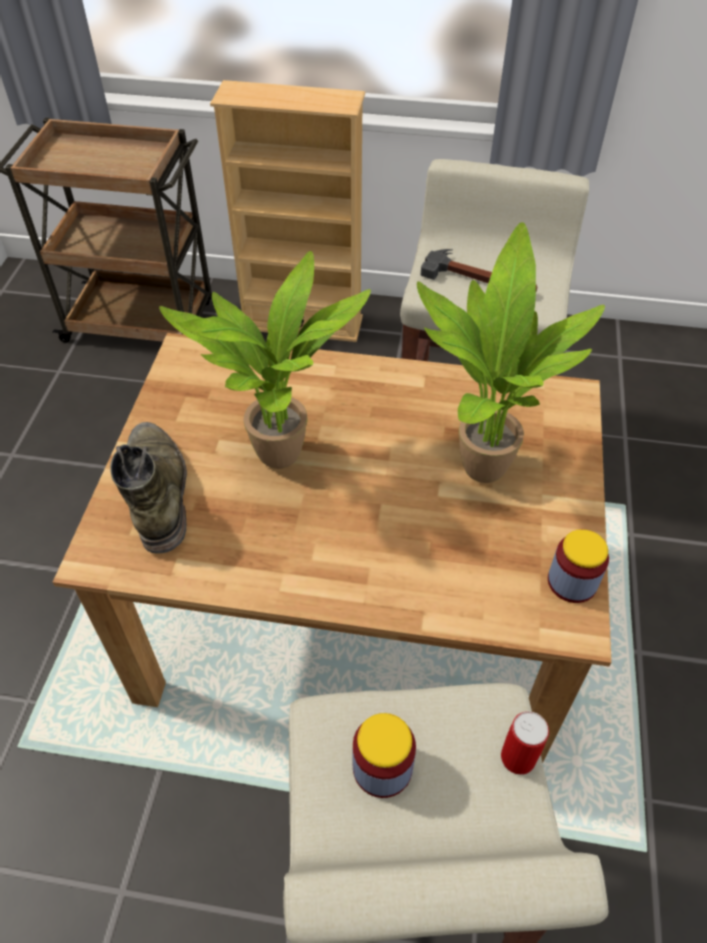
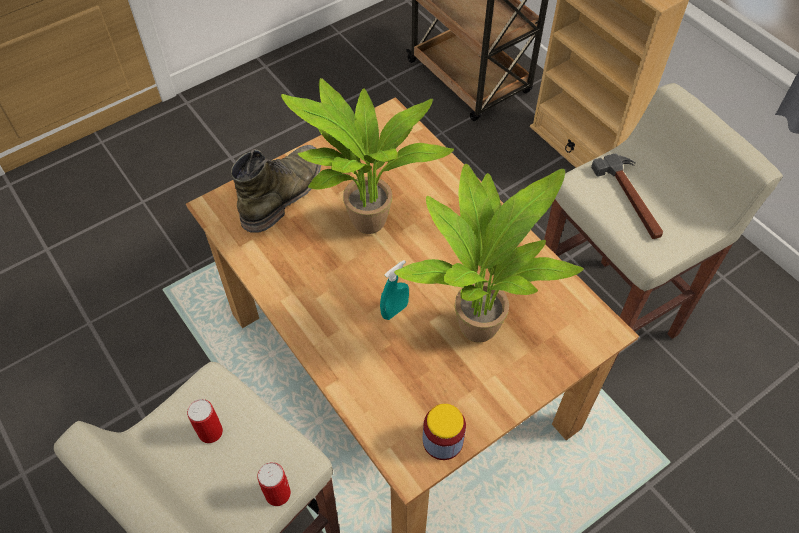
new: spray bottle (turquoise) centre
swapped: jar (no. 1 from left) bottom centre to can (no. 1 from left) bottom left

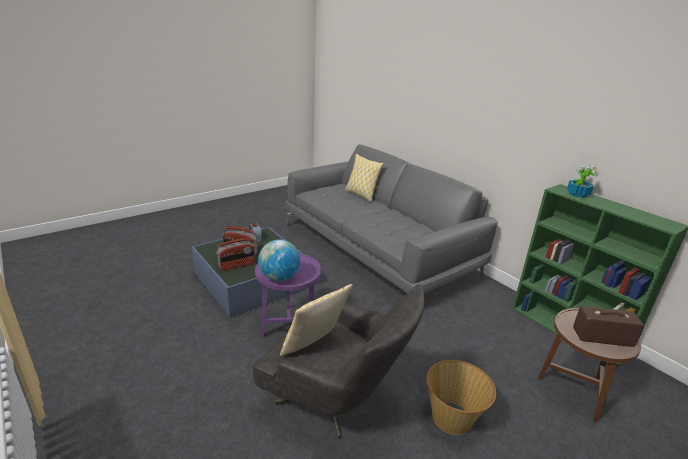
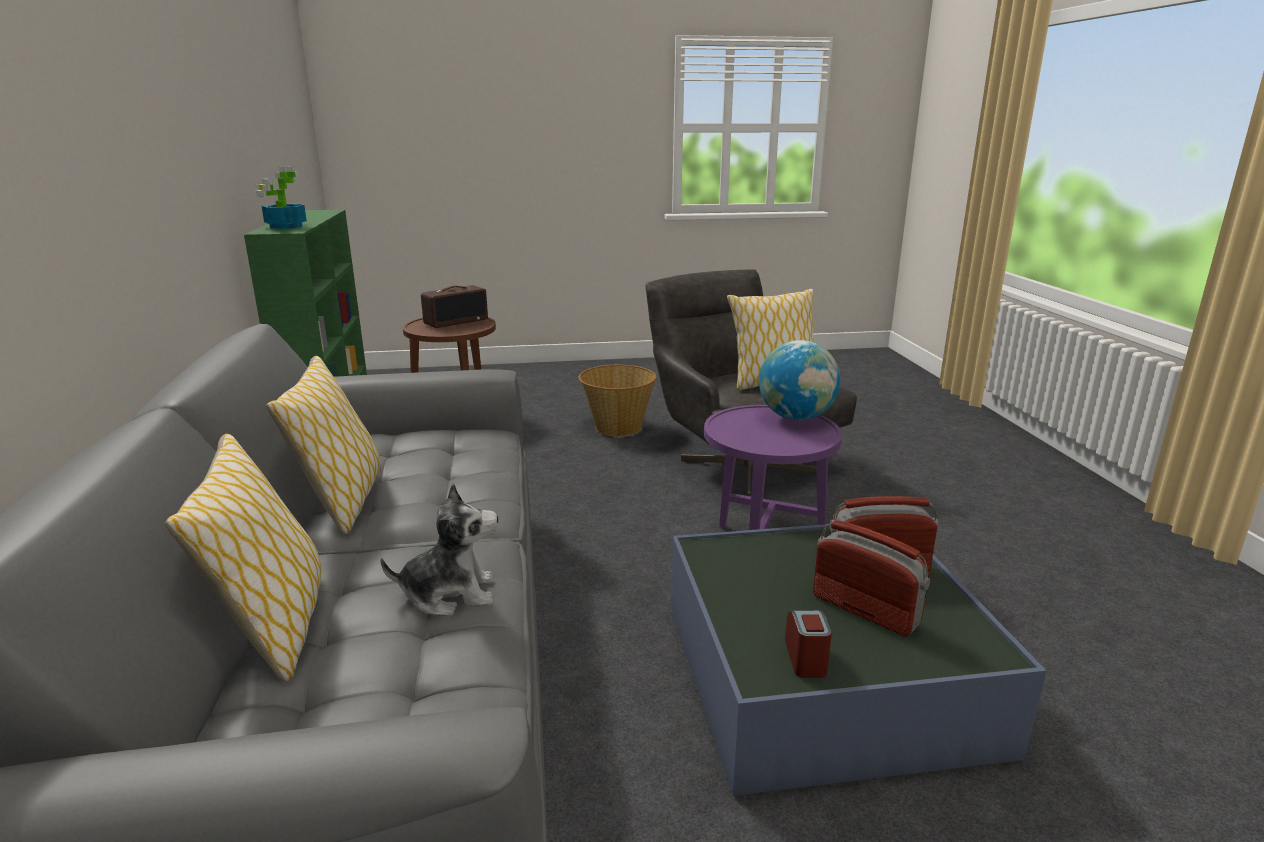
new: cushion (no. 2 from left) middle left; soft toy centre
rotated: radio receiver (no. 3 from left in the first image) bottom right = centre 75 degrees counterclockwise

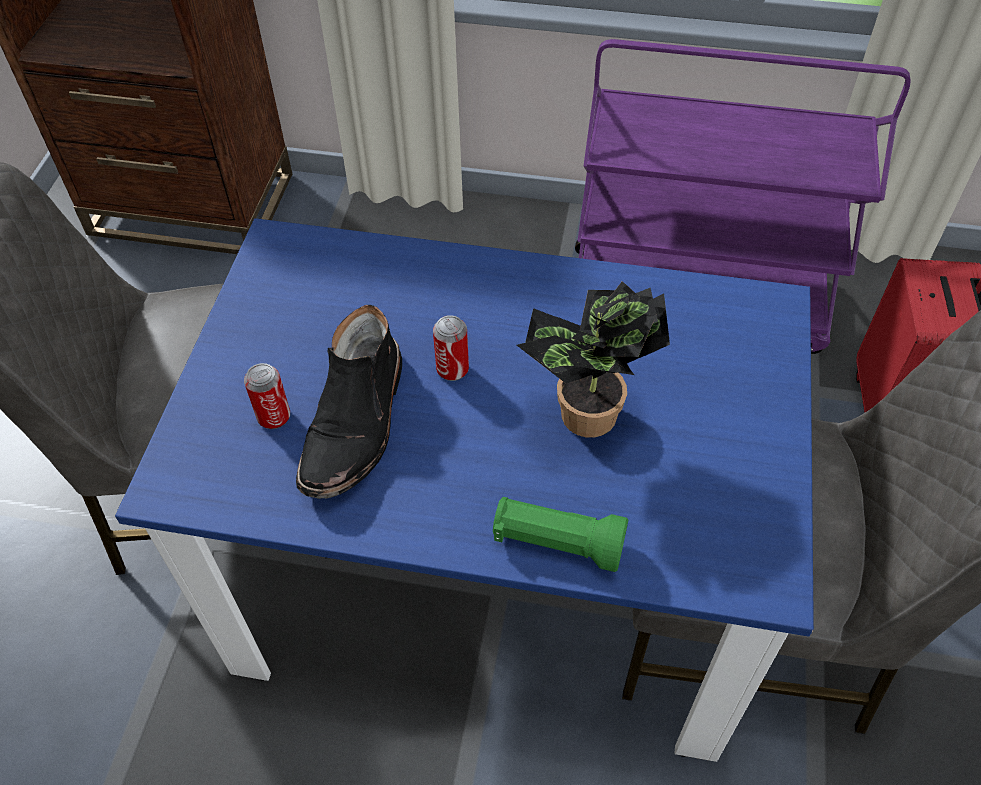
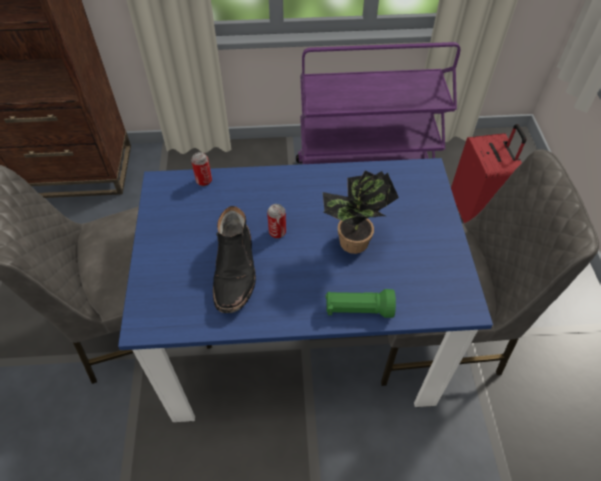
shifted: can (no. 1 from left) middle left to centre

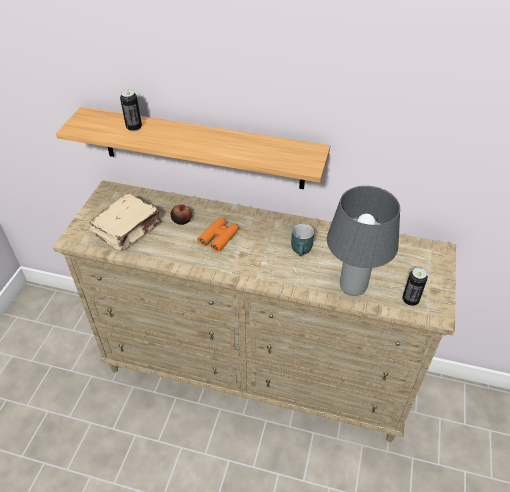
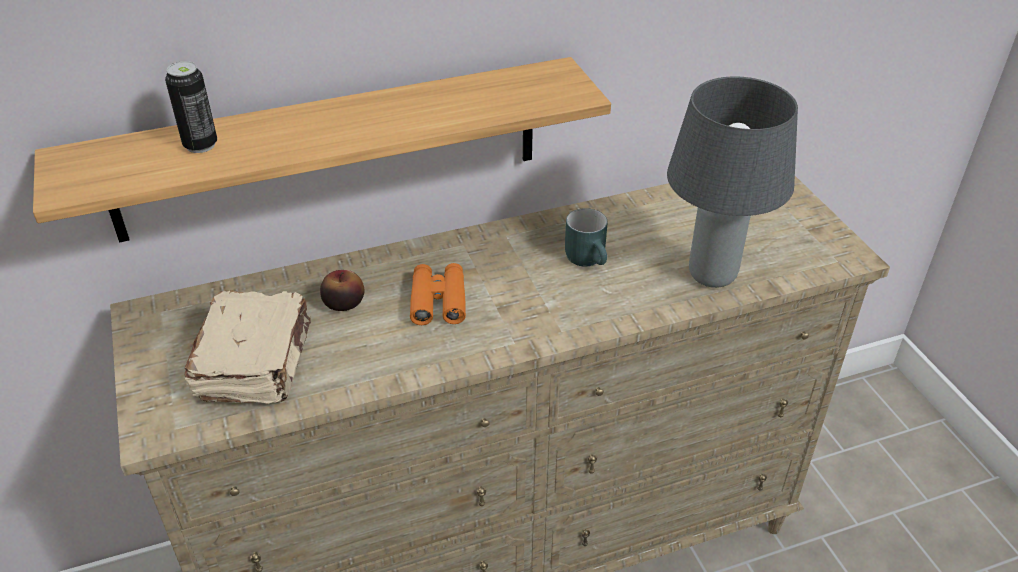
gone: can (no. 2 from left) middle right

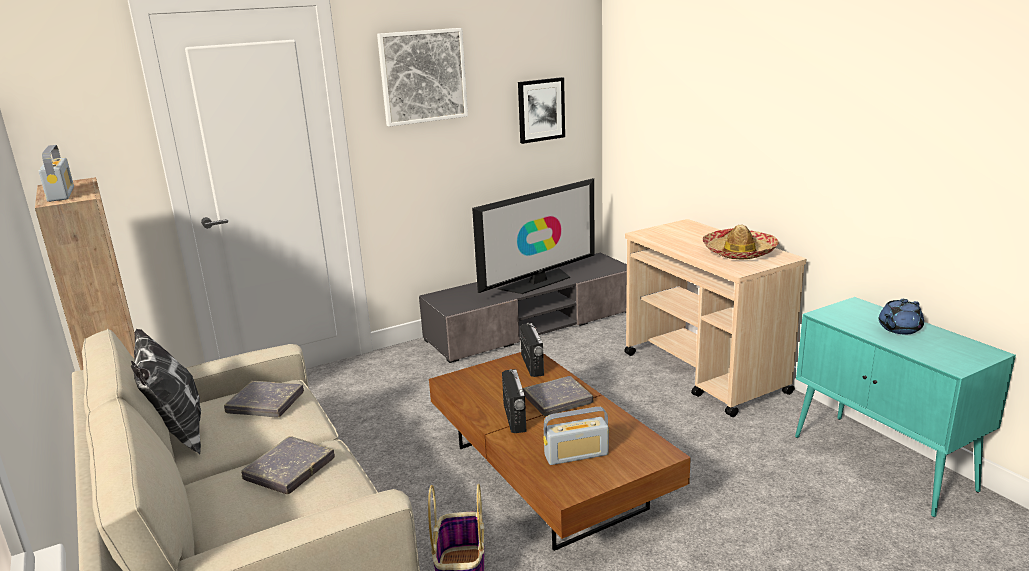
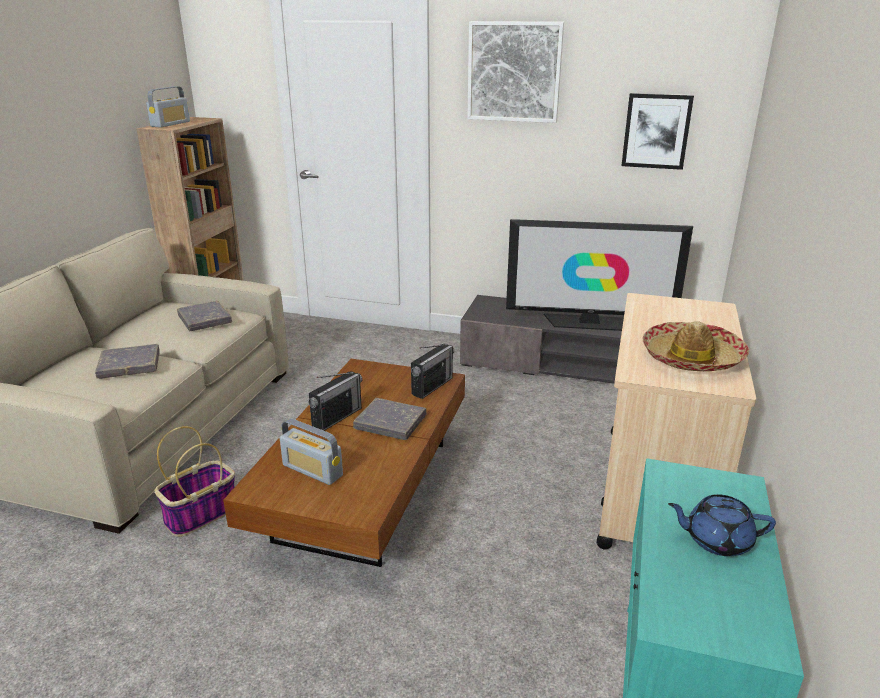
gone: cushion bottom left

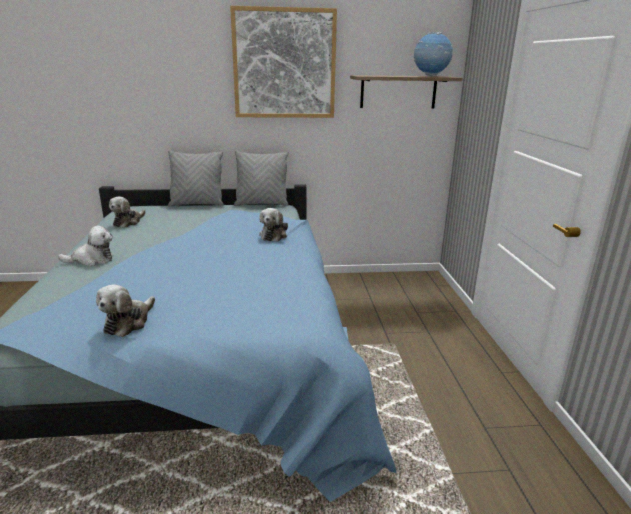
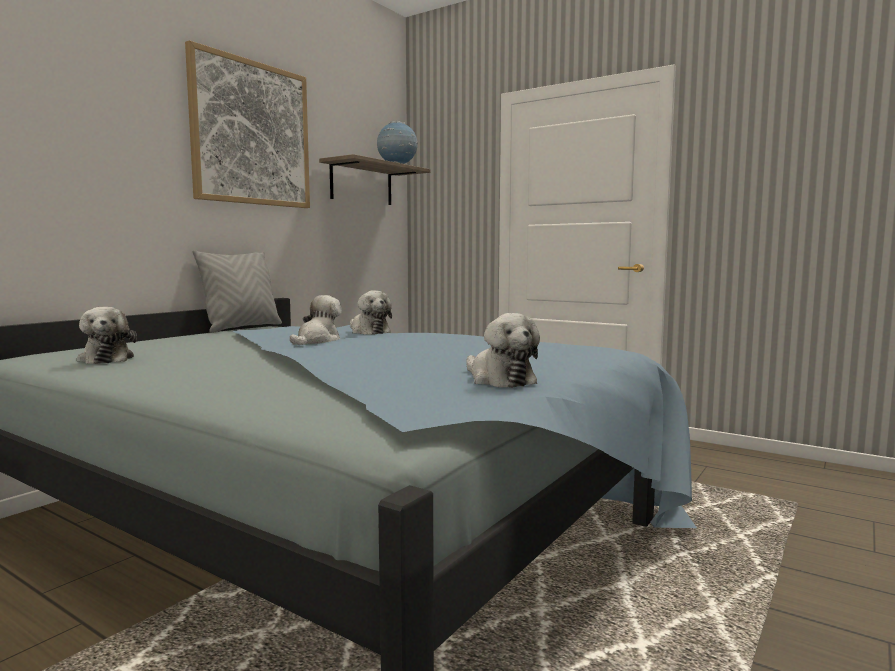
gone: cushion (greyish) (no. 1 from left) middle left
shifted: soft toy (no. 1 from left in the first image) middle left to soft toy (no. 2 from left) centre

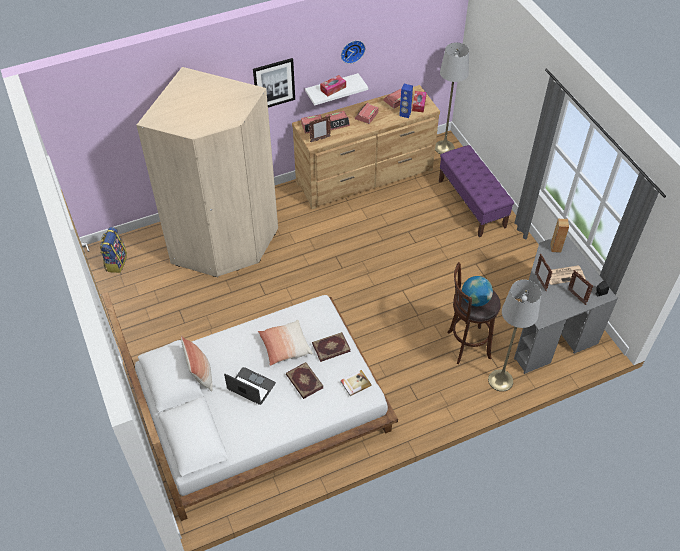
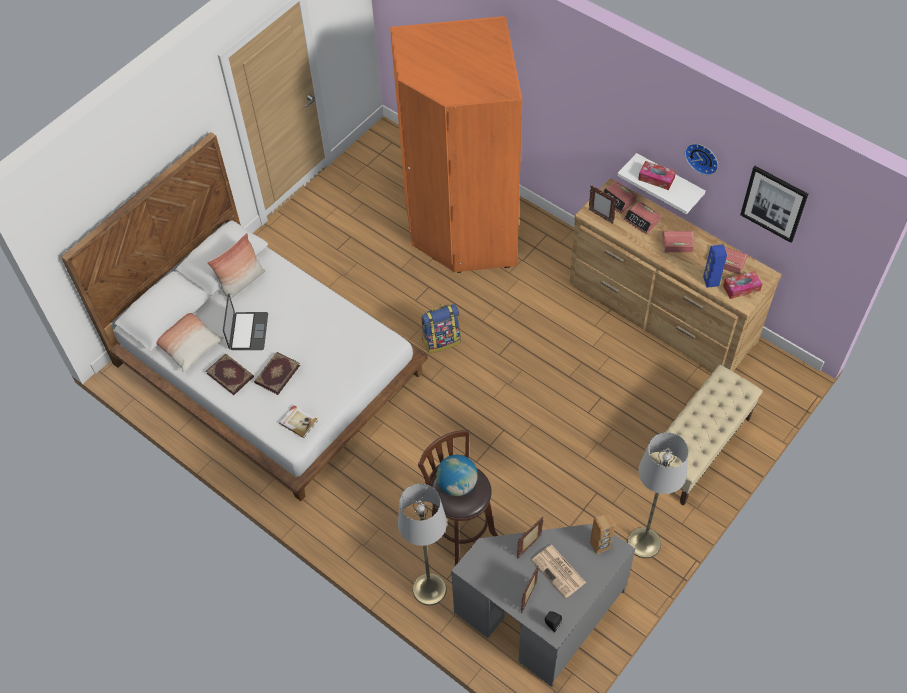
shifted: cushion (no. 2 from left in the first image) centre to cushion (no. 1 from left) middle left; volume (no. 2 from left in the first image) centre to volume (no. 1 from left) middle left; backpack middle left to centre; standing lamp (greyish) (no. 1 from left in the first image) top centre to standing lamp (greyish) (no. 2 from left) bottom right; picture top centre to top right
repainted: clothes cupboard (beige-coloured) top left to clothes cupboard (orange-coloured) top centre; indoor bench (purplish) middle right to indoor bench (beige-coloured) middle right

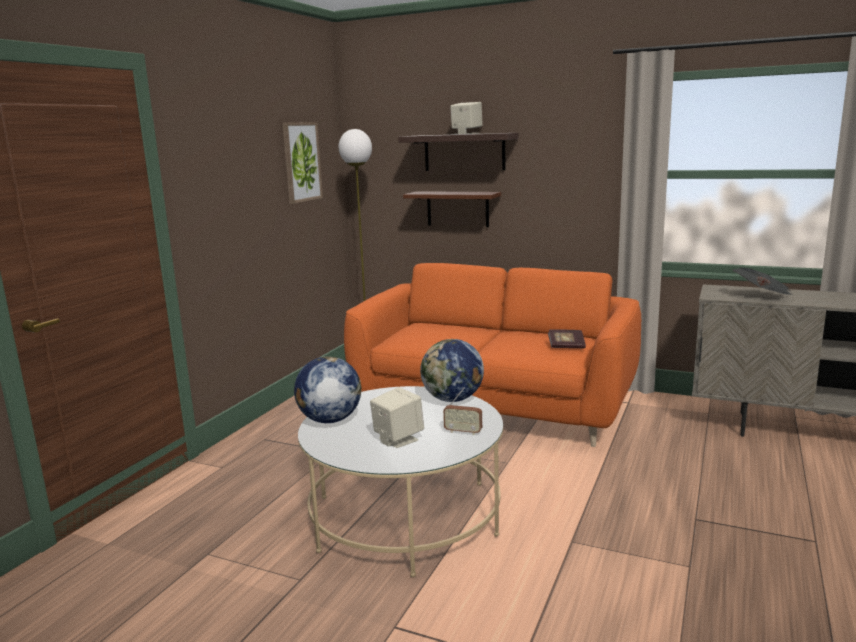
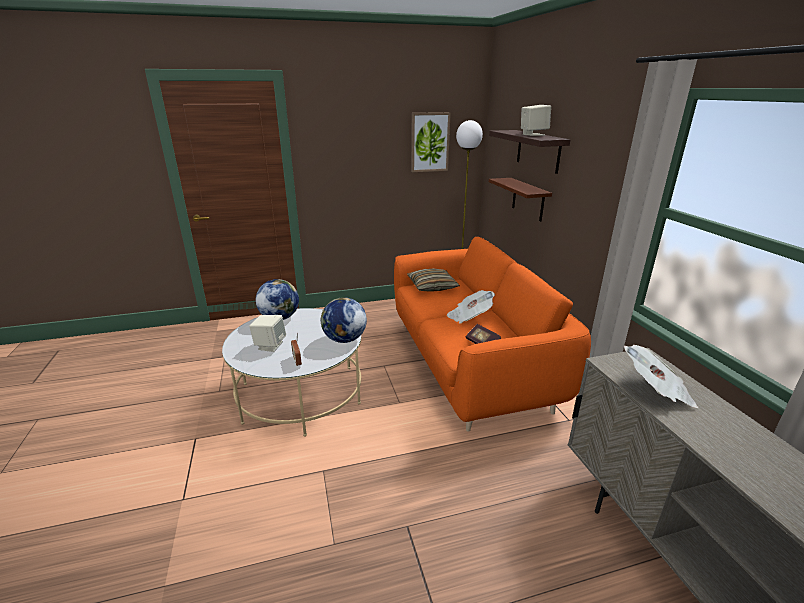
new: cushion centre; newspaper (no. 1 from left) centre

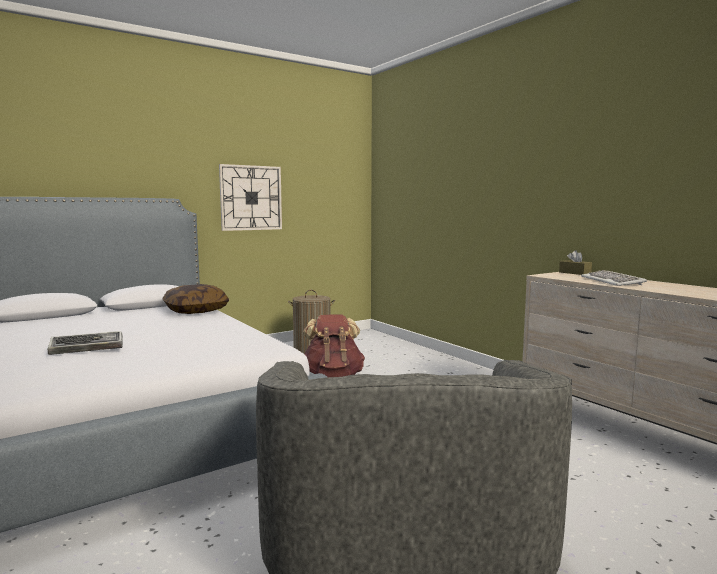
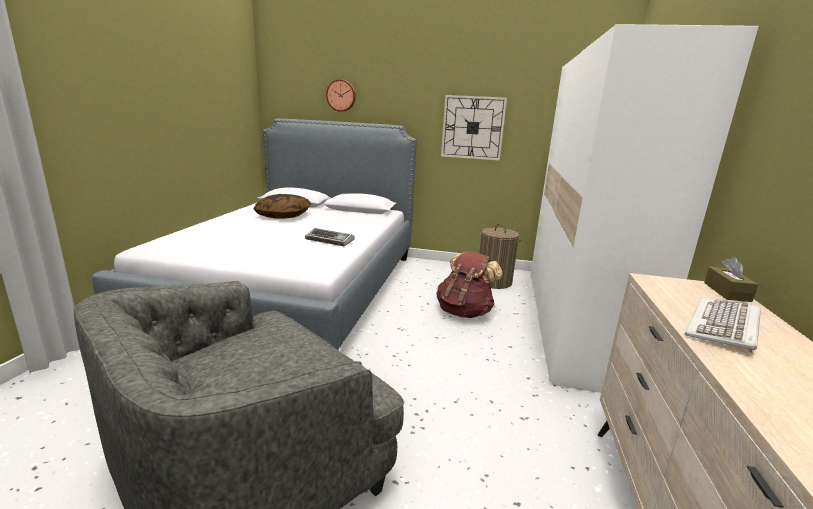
new: clock on the wall (no. 1 from left) top centre; clothes cupboard (white) middle right
shifted: cushion middle left to centre; PC keyboard (no. 1 from left) middle left to centre

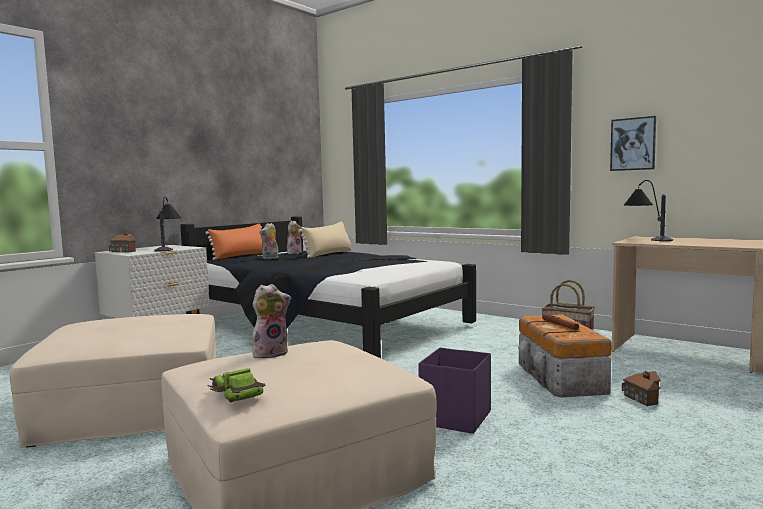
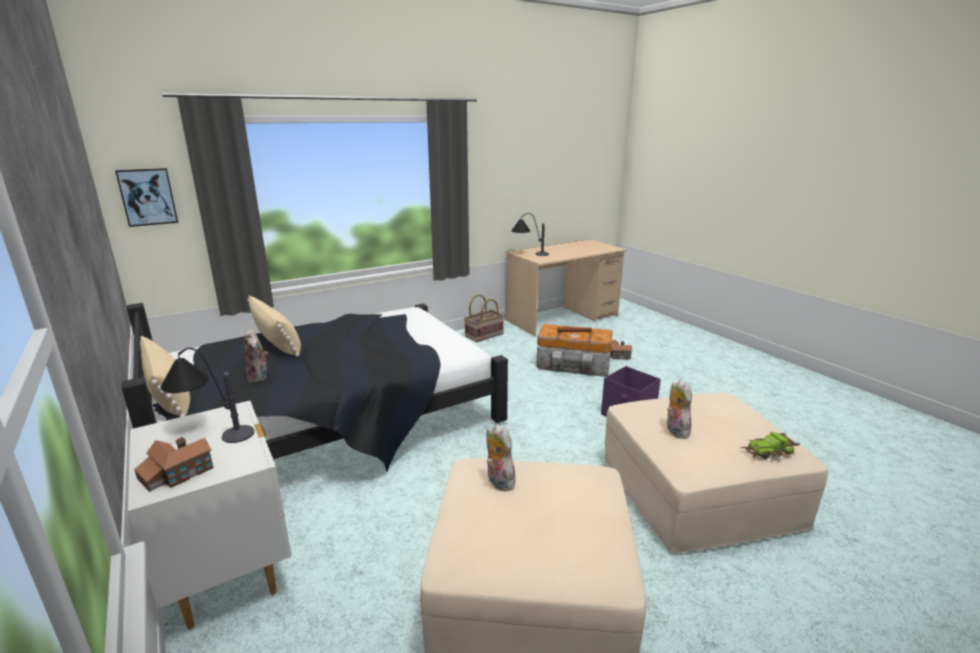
shifted: picture top right to top left; soft toy (no. 3 from left in the first image) centre to soft toy (no. 2 from left) bottom centre
repainted: cushion (orange-coloured) middle left to cushion (beige-coloured) (no. 1 from left) middle left

